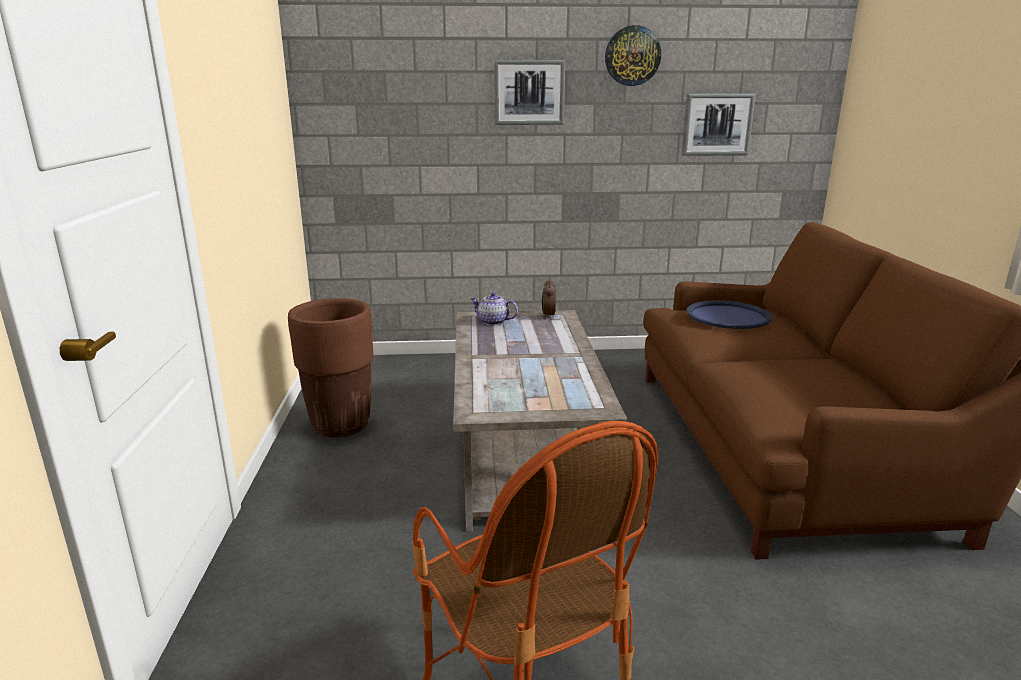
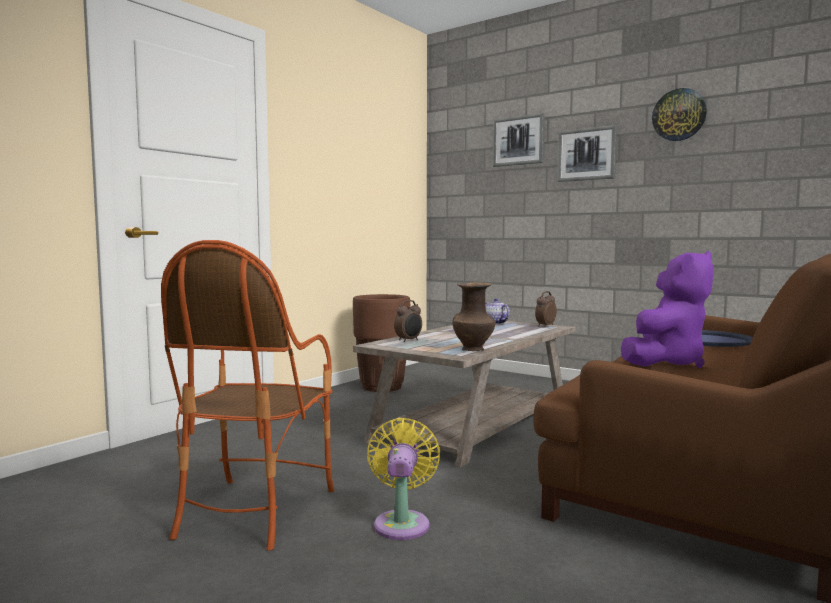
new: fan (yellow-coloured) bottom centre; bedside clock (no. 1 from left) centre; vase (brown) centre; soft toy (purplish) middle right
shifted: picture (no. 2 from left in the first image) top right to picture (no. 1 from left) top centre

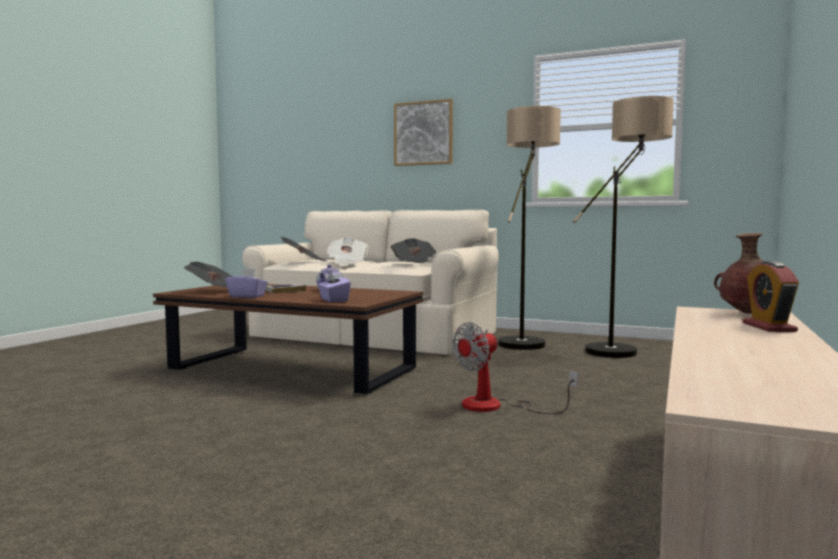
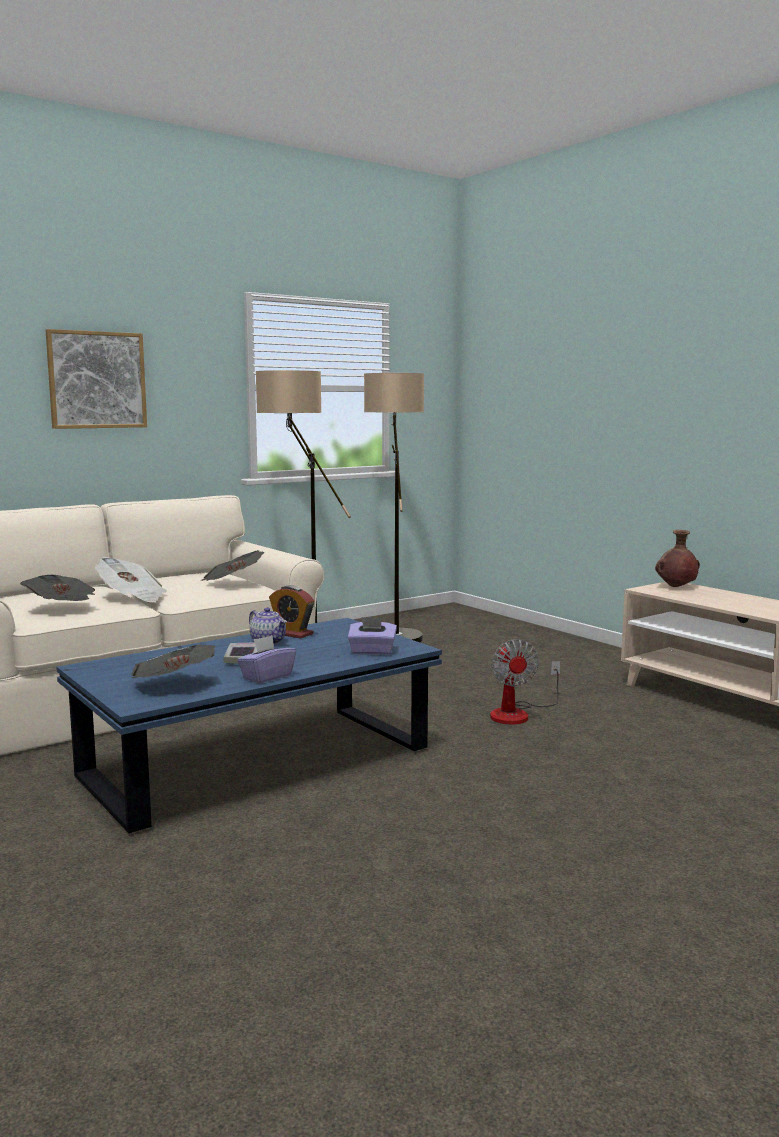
shifted: bedside clock middle right to centre
repainted: coffee table (brown) centre to coffee table (blue) middle left

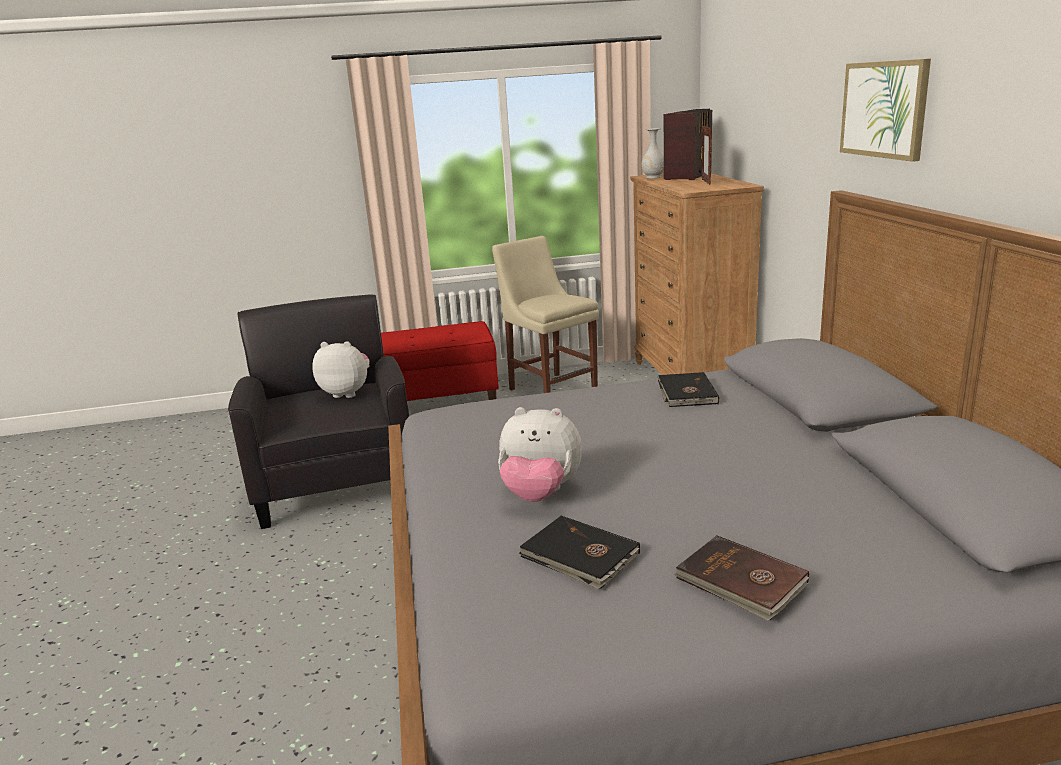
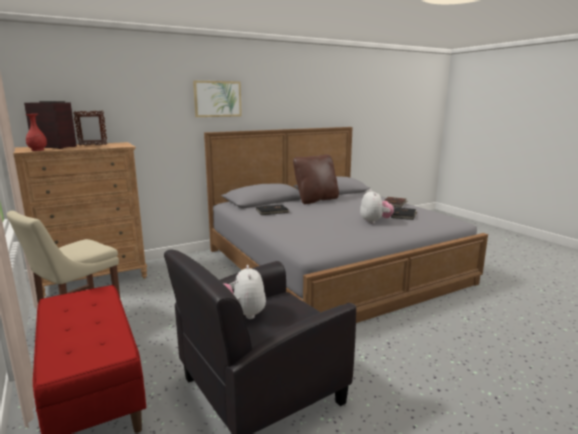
new: cushion (brown) centre
repainted: vase (white) top centre to vase (reddish) top left

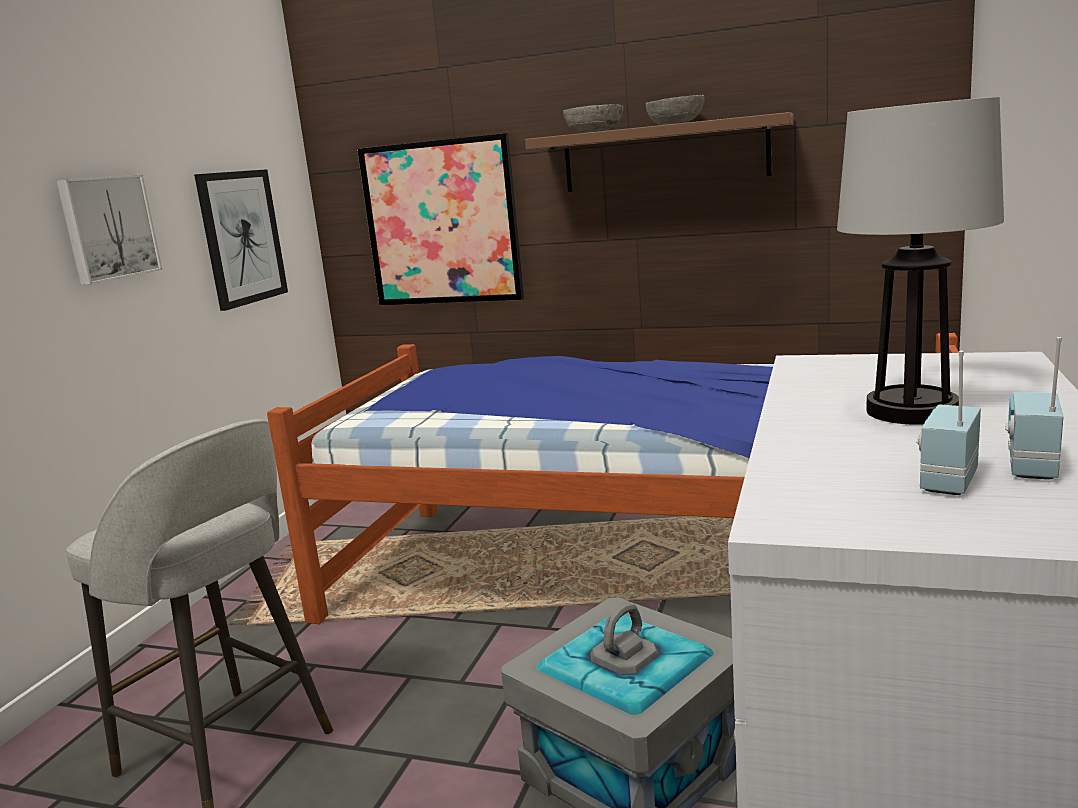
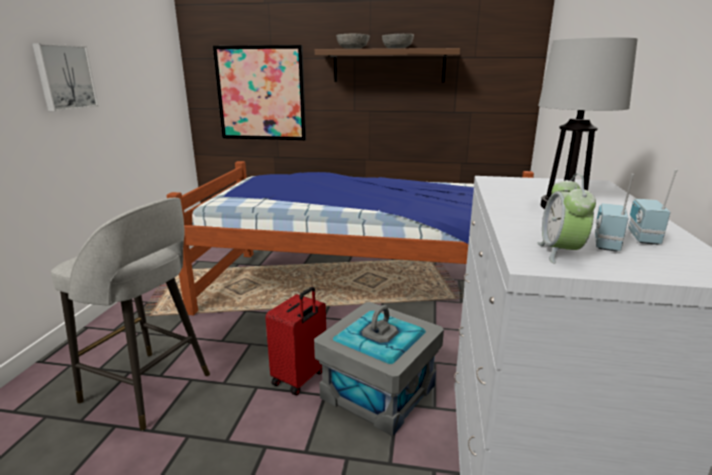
gone: picture (no. 2 from left) top left
new: travel case (reddish) bottom centre; bedside clock middle right

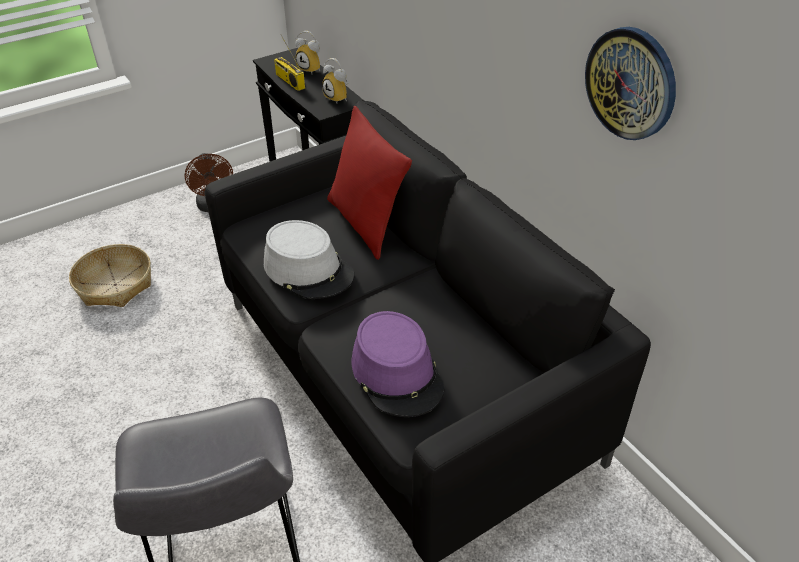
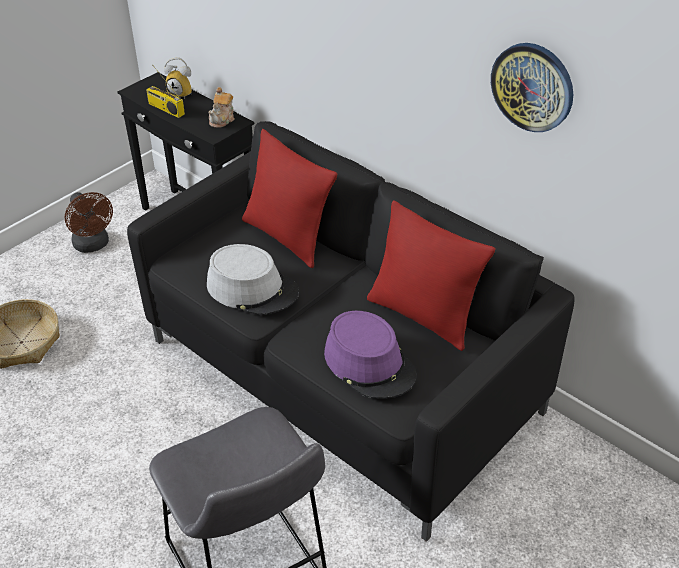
new: cushion (reddish) (no. 2 from left) centre
swapped: bedside clock (no. 2 from left) top centre to tea pot top left

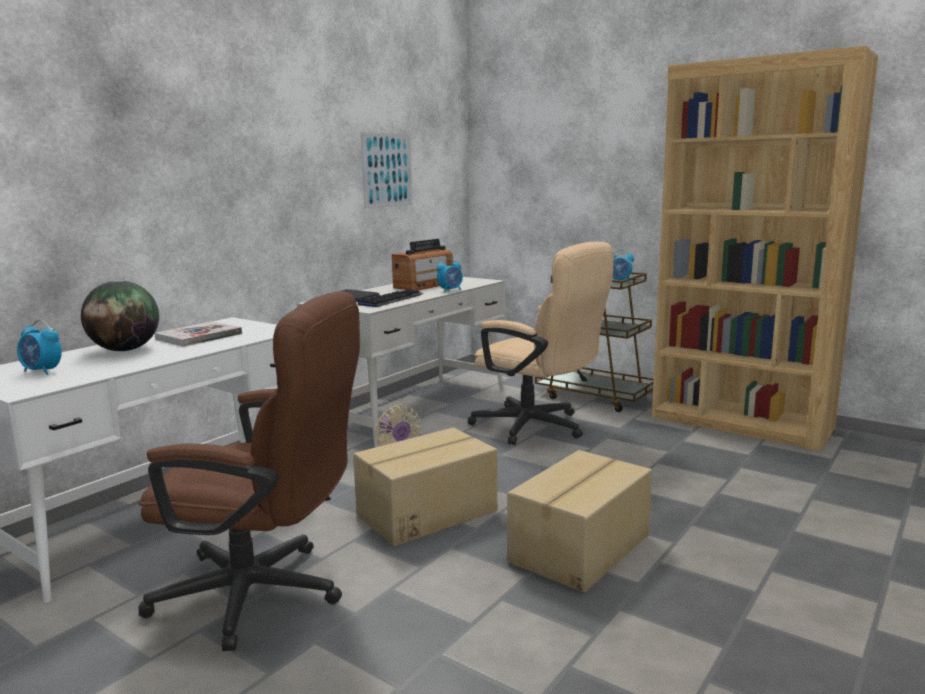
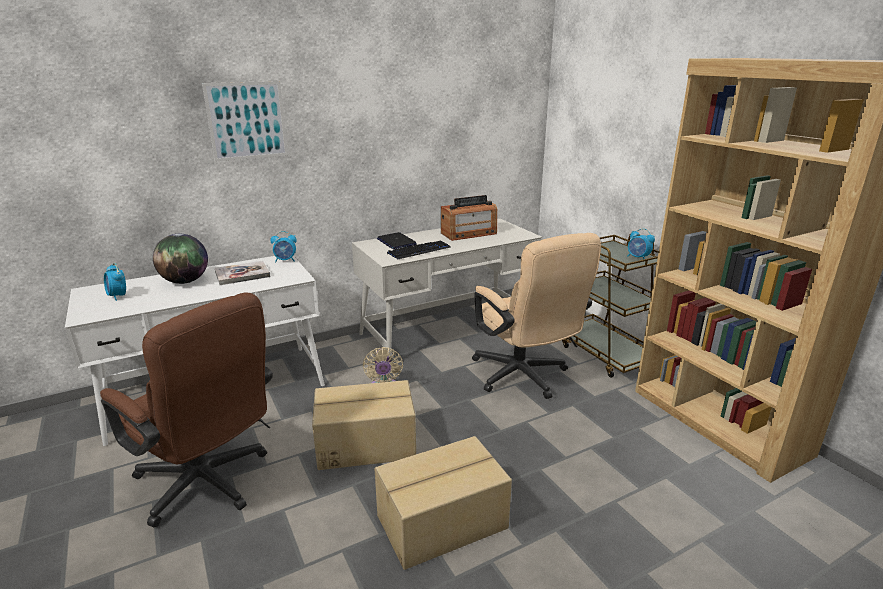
shifted: picture top centre to top left; bedside clock (no. 2 from left) centre to middle left

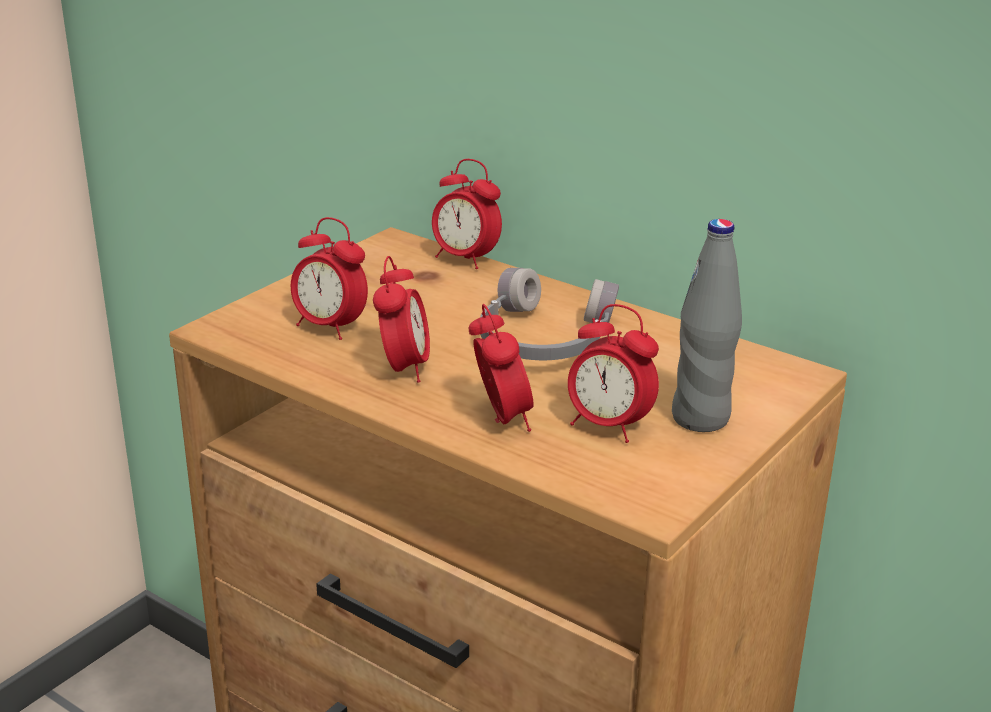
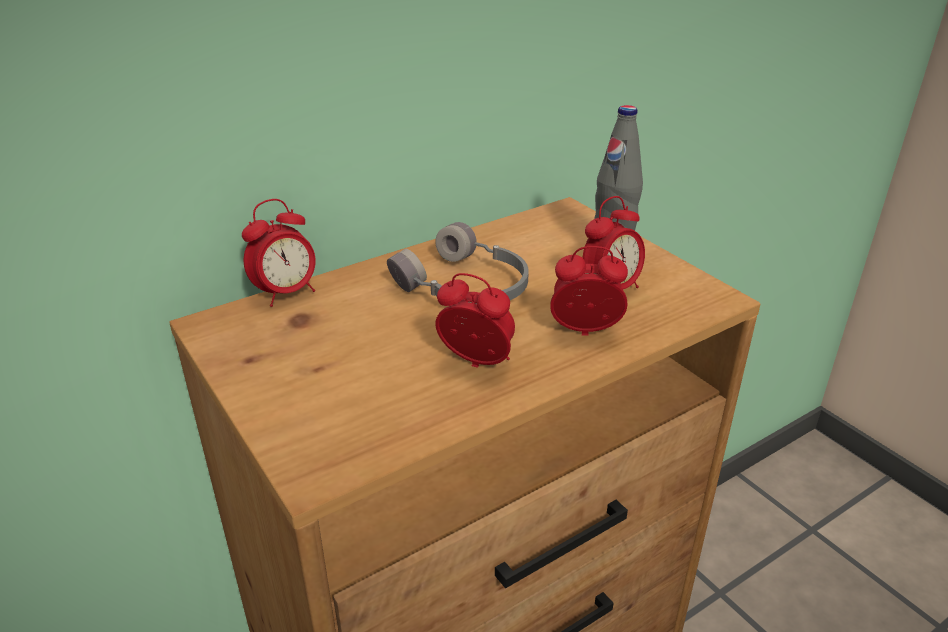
gone: bedside clock (no. 1 from left) middle left

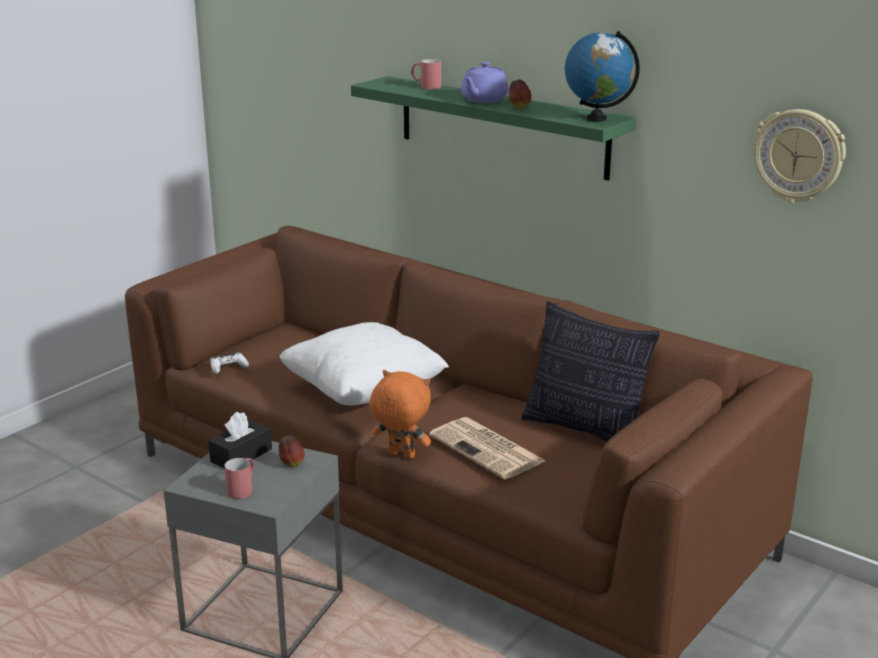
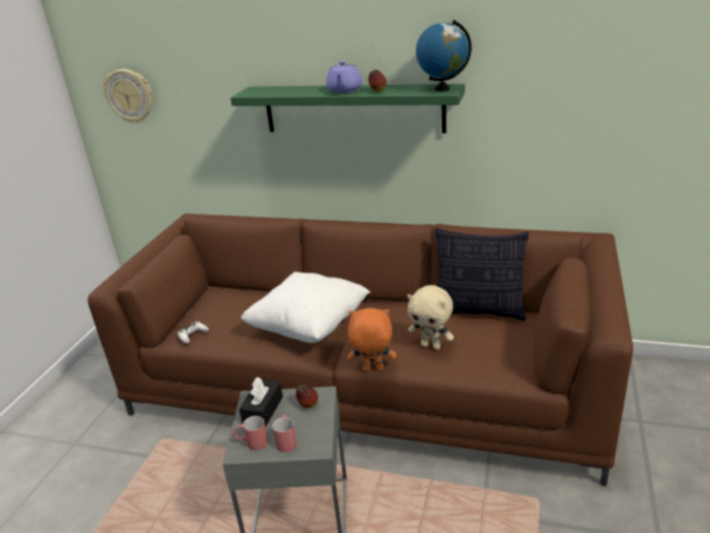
shifted: clock on the wall top right to top left; coffee mug (reddish) (no. 2 from left in the first image) top centre to coffee mug (reddish) (no. 1 from left) bottom centre
swapped: newspaper bottom centre to soft toy (beige-coloured) centre

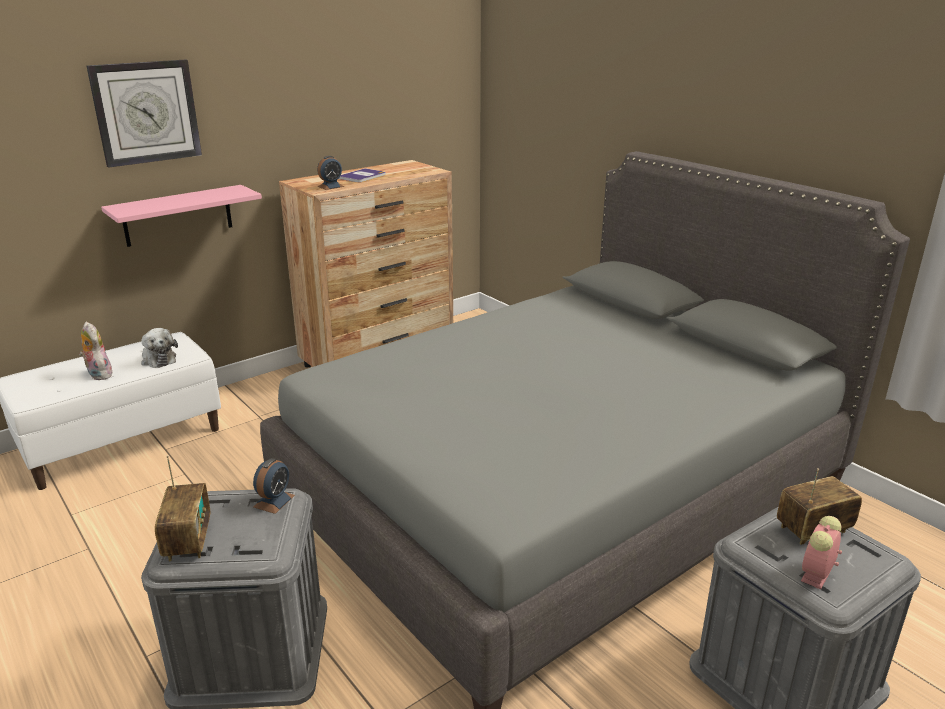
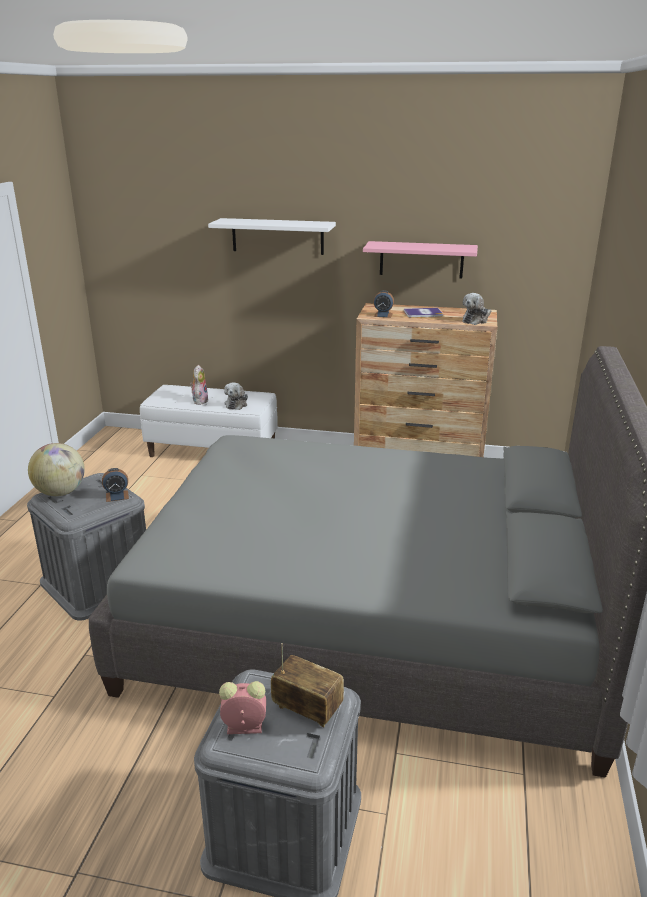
new: soft toy (no. 3 from left) middle right
shifted: wall shelf (pink) top left to top centre
swapped: radio receiver (no. 1 from left) bottom left to world globe middle left; clock on the wall top left to wall shelf (white) top centre

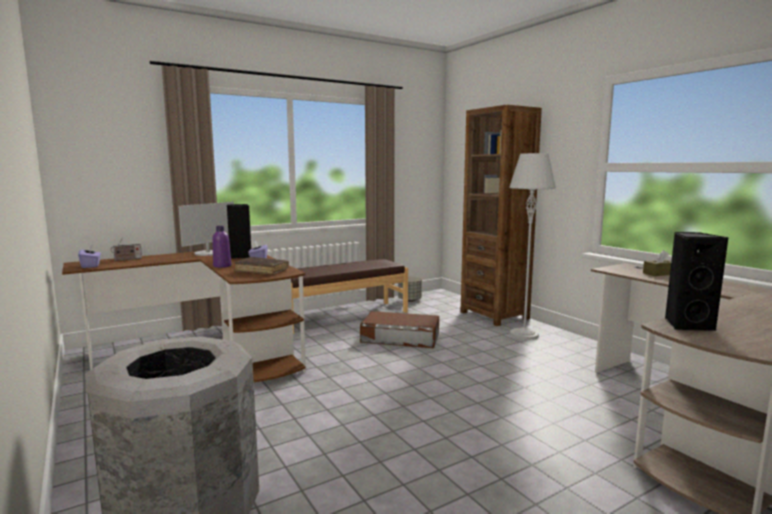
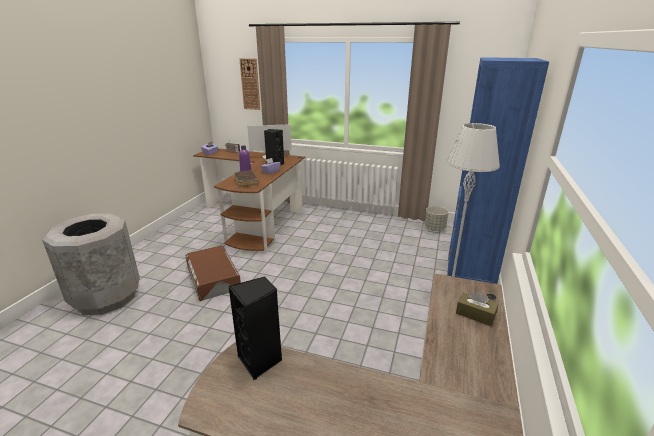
gone: indoor bench (brown) centre
new: clock on the wall top centre
shifted: storage container (brown) centre to middle left
repainted: bookcase (brown) centre to bookcase (blue) middle right

